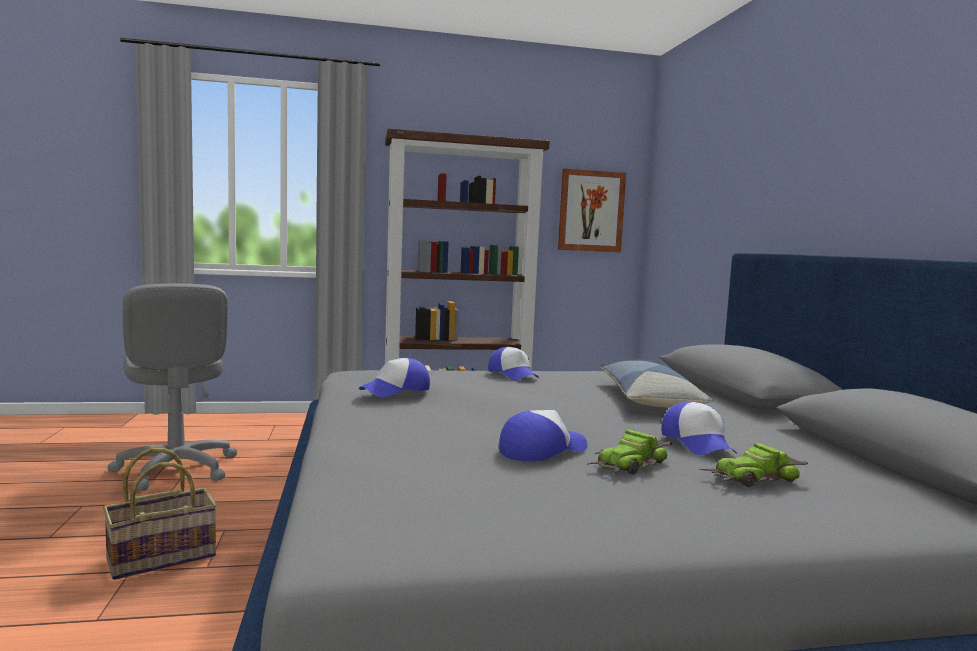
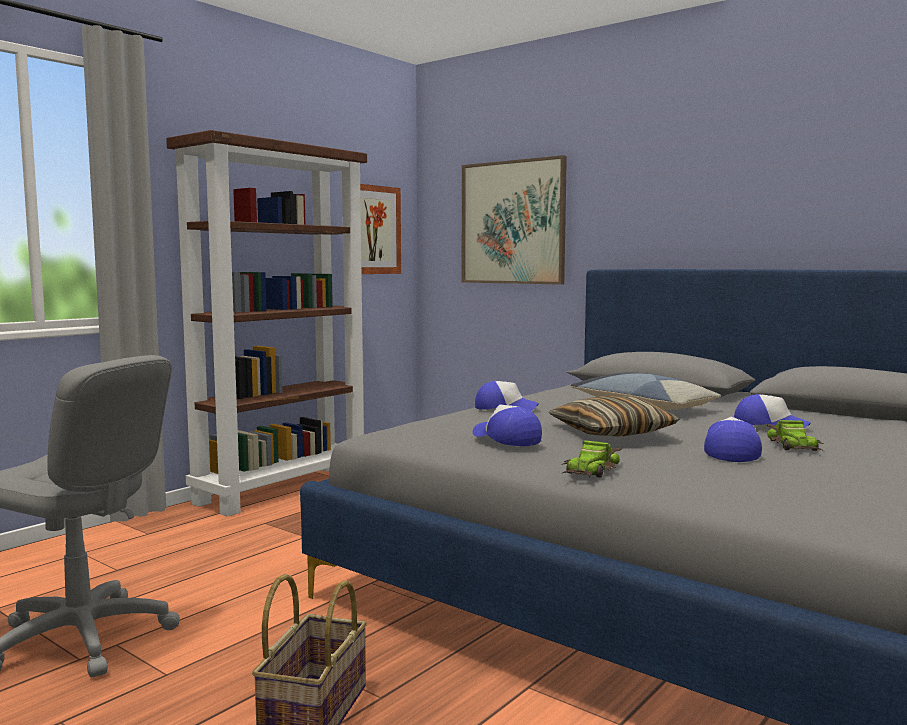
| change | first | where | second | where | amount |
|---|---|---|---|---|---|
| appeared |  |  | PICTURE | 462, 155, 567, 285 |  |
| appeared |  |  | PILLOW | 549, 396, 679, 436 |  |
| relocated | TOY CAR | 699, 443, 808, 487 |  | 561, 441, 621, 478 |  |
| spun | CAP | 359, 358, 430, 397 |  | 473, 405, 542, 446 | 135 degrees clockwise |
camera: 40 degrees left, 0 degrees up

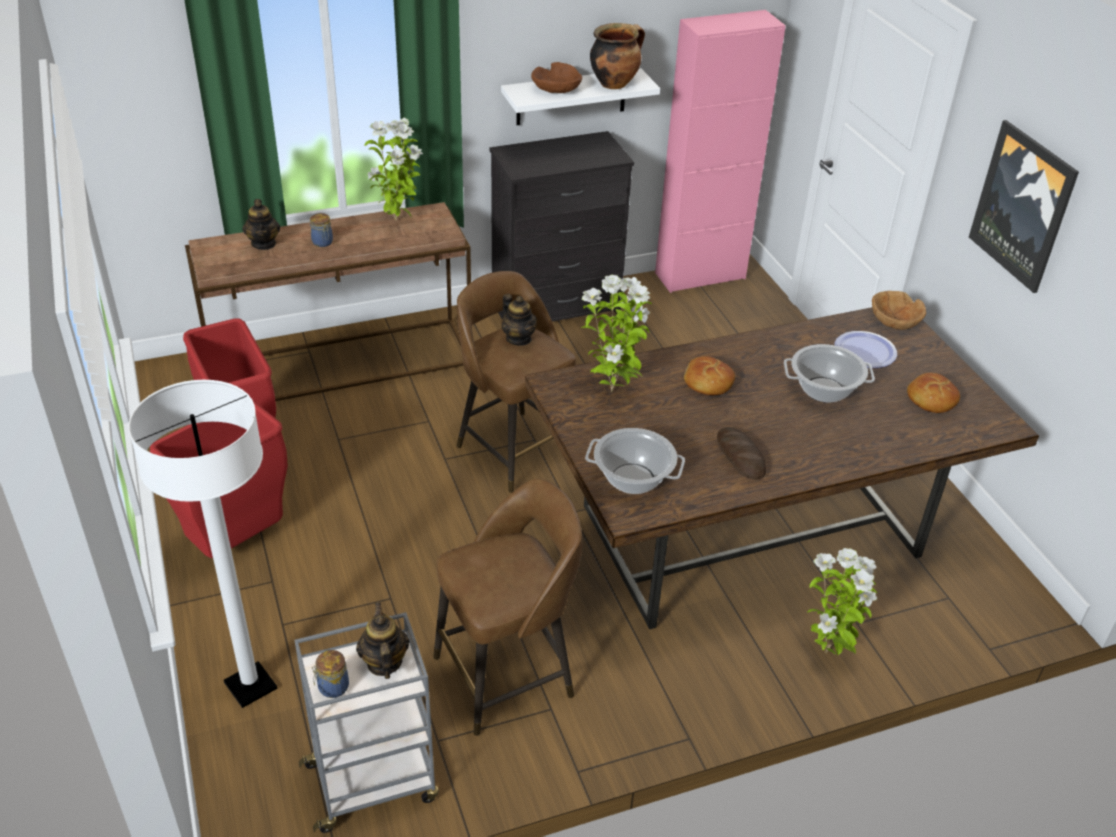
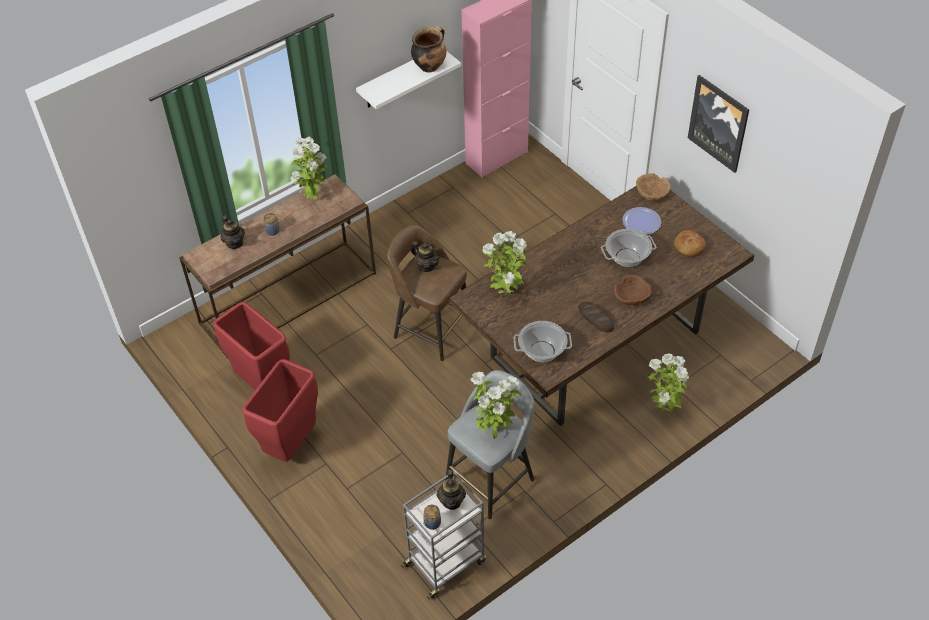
| change | first | where | second | where | amount |
|---|---|---|---|---|---|
| missing | WHITE FLOOR LAMP | 128, 380, 277, 708 |  |  |  |
| missing | BLACK DRESSER | 490, 131, 634, 322 |  |  |  |
| missing | BREAD | 684, 356, 735, 395 |  |  |  |
| appeared |  |  | POTTED PLANT | 470, 372, 521, 439 |  |
| relocated | BROWN BOWL | 531, 62, 582, 93 |  | 614, 275, 652, 305 |  |
| colour | BROWN STOOL | 433, 478, 582, 736 | GREY STOOL | 445, 370, 534, 519 |  |
| spun | TEAPOT | 356, 602, 410, 679 |  | 436, 469, 466, 510 | 150 degrees counterclockwise |
camera: 15 degrees left, 10 degrees up

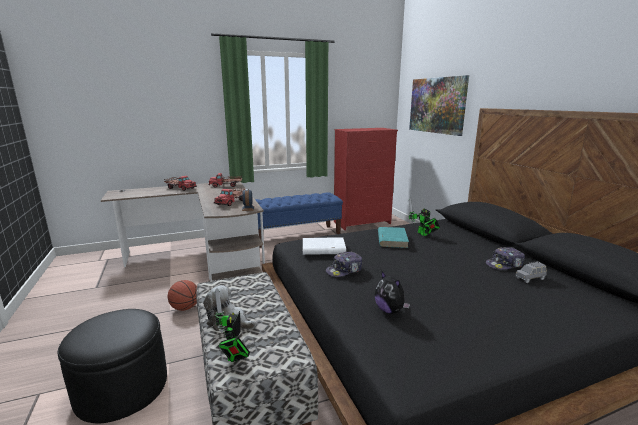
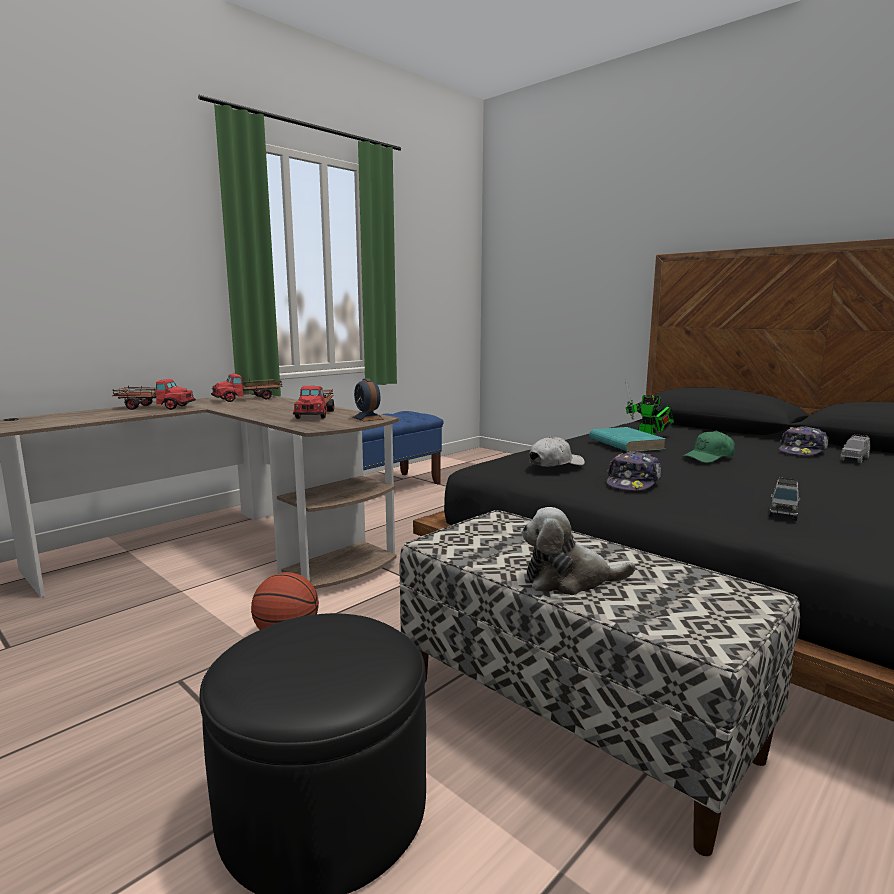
| change | first | where | second | where | amount |
|---|---|---|---|---|---|
| missing | TOY ROBOT | 214, 288, 250, 362 |  |  |  |
| missing | RED DRESSER | 334, 128, 398, 230 |  |  |  |
| missing | PICTURE | 409, 75, 469, 136 |  |  |  |
| appeared |  |  | GREEN CAP | 682, 431, 735, 463 |  |
| exchanged | WHITE BOOK | 303, 237, 346, 255 | WHITE CAP | 529, 437, 585, 467 |  |
| exchanged | PLUSH TOY | 374, 271, 410, 314 | GREY TOY CAR | 769, 477, 801, 521 |  |
camera: 25 degrees left, 5 degrees down

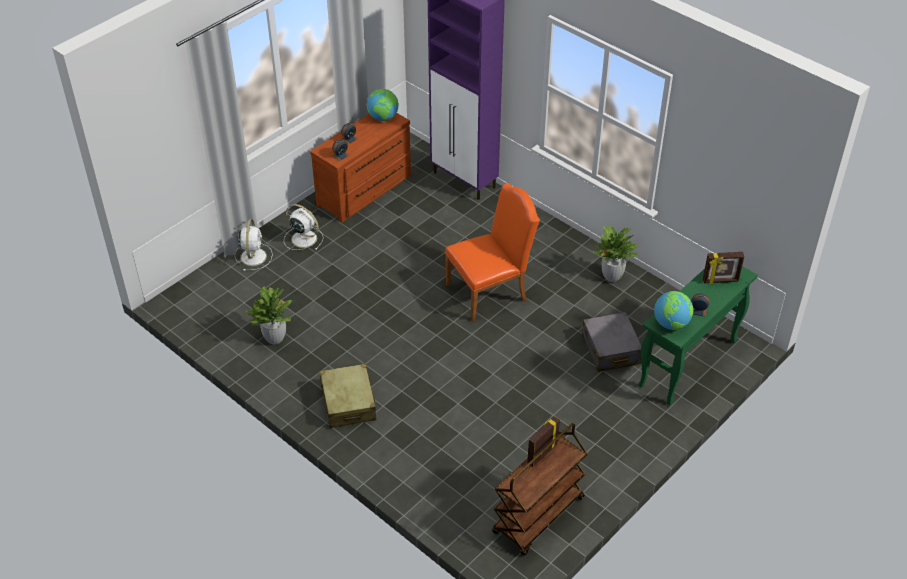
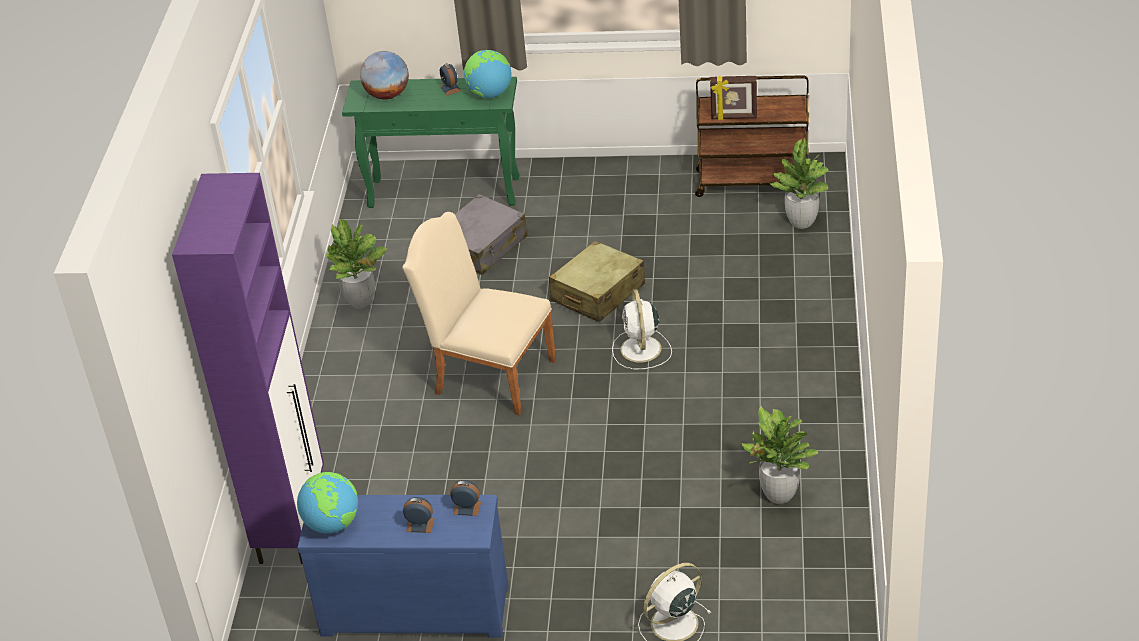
| change | first | where | second | where | amount |
|---|---|---|---|---|---|
| appeared |  |  | POTTED PLANT | 769, 137, 829, 229 |  |
| relocated | WHITE FAN | 284, 204, 324, 250 |  | 612, 289, 672, 370 |  |
| relocated | BEIGE SUITCASE | 320, 364, 376, 428 |  | 549, 241, 645, 322 |  |
| exchanged | PICTURE FRAME | 703, 252, 745, 284 | GLOBE | 360, 51, 409, 100 |  |
| colour | BROWN DRESSER | 310, 113, 411, 222 | BLUE DRESSER | 297, 495, 508, 638 |  |
| colour | ORANGE CHAIR | 445, 183, 540, 321 | BEIGE CHAIR | 402, 212, 556, 416 |  |
camera: 125 degrees left, 5 degrees down

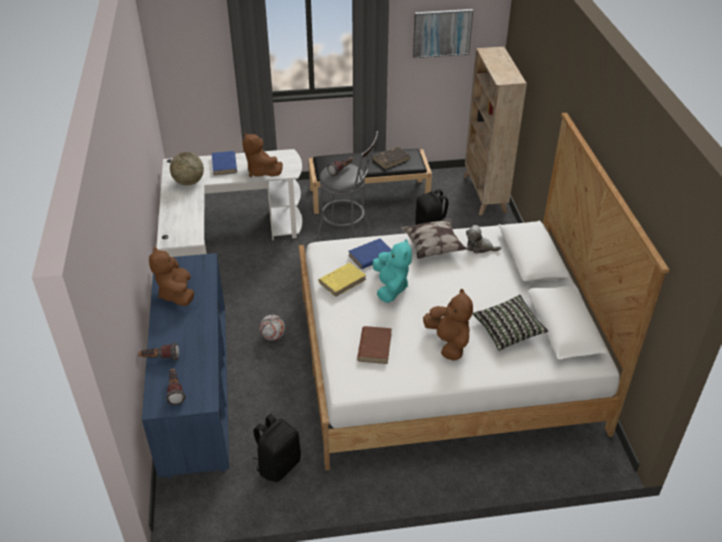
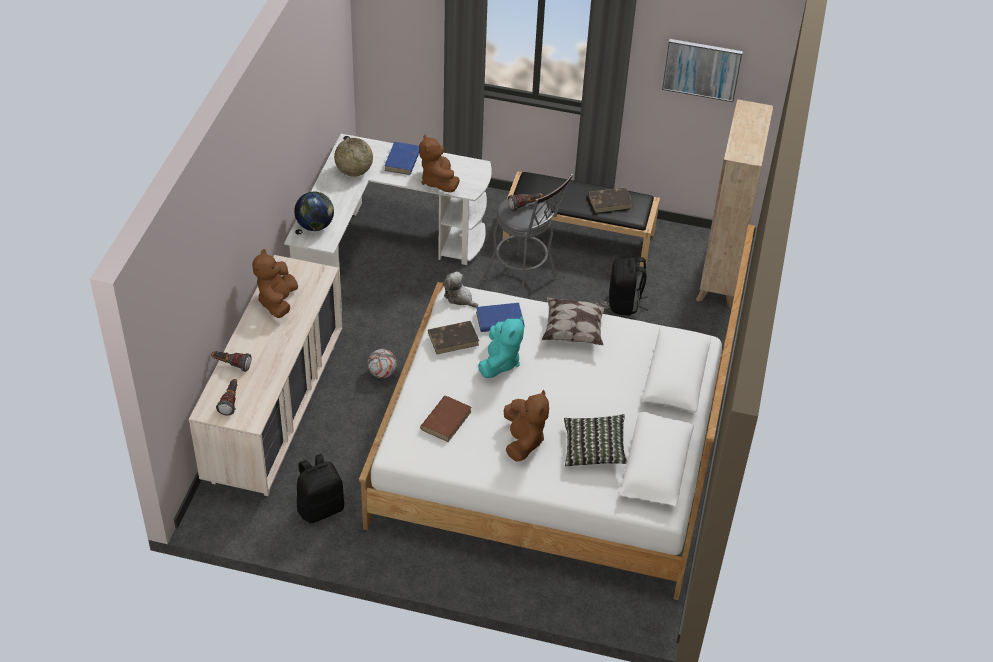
| change | first | where | second | where | amount |
|---|---|---|---|---|---|
| appeared |  |  | GLOBE | 294, 191, 334, 231 |  |
| relocated | PLUSH TOY | 466, 225, 501, 254 |  | 443, 272, 478, 308 |  |
| colour | BLUE DRESSER | 142, 253, 229, 478 | BEIGE DRESSER | 189, 255, 342, 496 |  |
| colour | YELLOW BOOK | 318, 263, 366, 297 | BROWN BOOK | 428, 321, 479, 354 |  |
camera: 20 degrees right, 5 degrees up

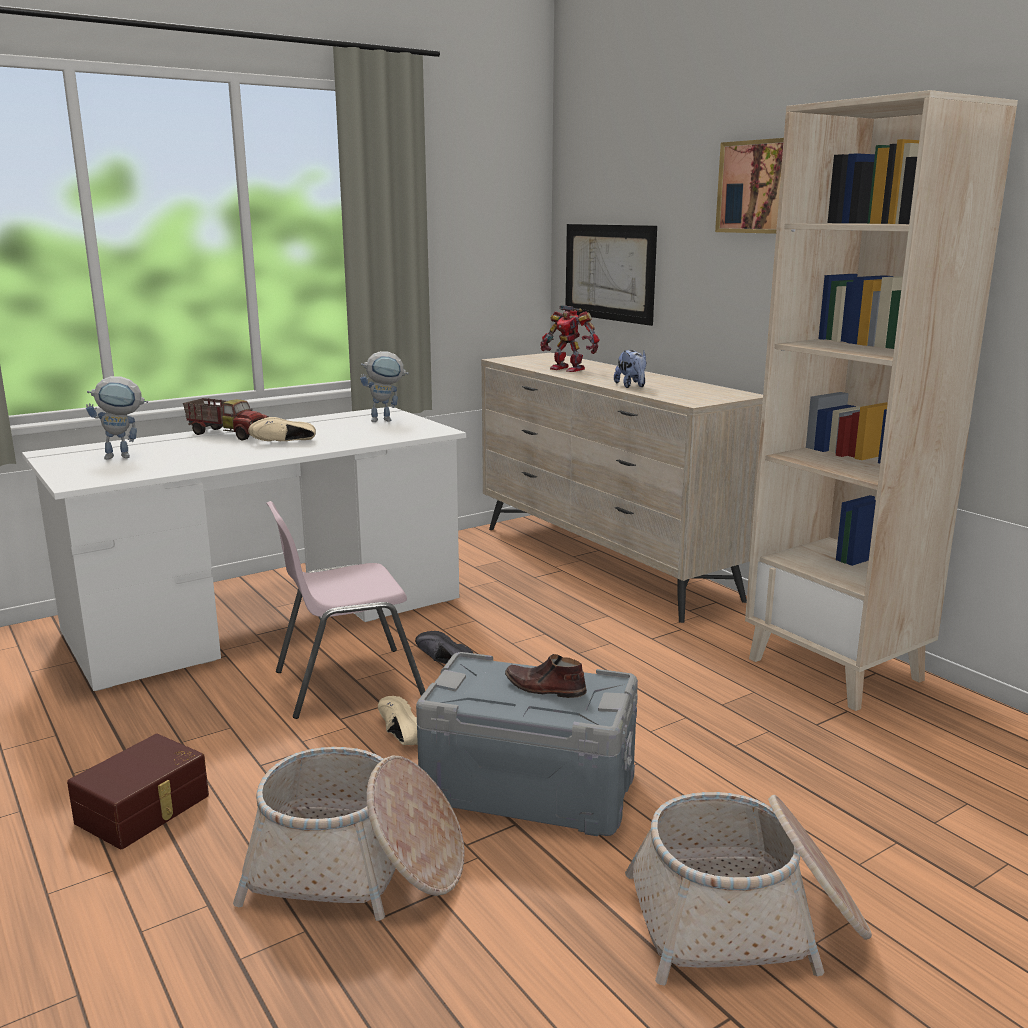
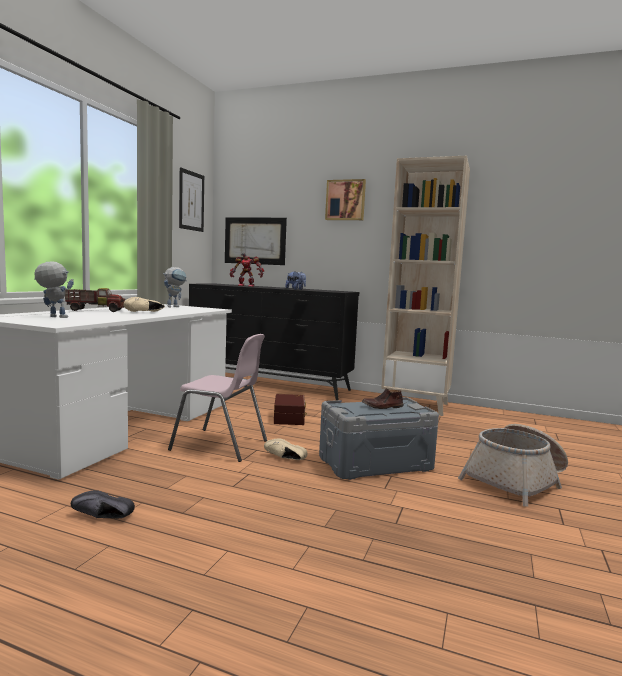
| change | first | where | second | where | amount |
|---|---|---|---|---|---|
| missing | BASKET | 233, 747, 464, 921 |  |  |  |
| appeared |  |  | PICTURE | 179, 167, 204, 232 |  |
| relocated | BROWN STORAGE BOX | 67, 734, 209, 849 |  | 274, 394, 307, 425 |  |
| relocated | BLACK SHOE | 415, 631, 473, 664 |  | 71, 490, 135, 519 |  |
| colour | BEIGE DRESSER | 481, 353, 763, 623 | BLACK DRESSER | 189, 284, 359, 400 |  |
| spun | TOY ROBOT | 86, 376, 148, 460 |  | 34, 262, 74, 318 | 120 degrees counterclockwise |
| spun | PINK CHAIR | 266, 501, 425, 719 |  | 168, 334, 267, 462 | 105 degrees counterclockwise |
camera: 35 degrees left, 10 degrees down

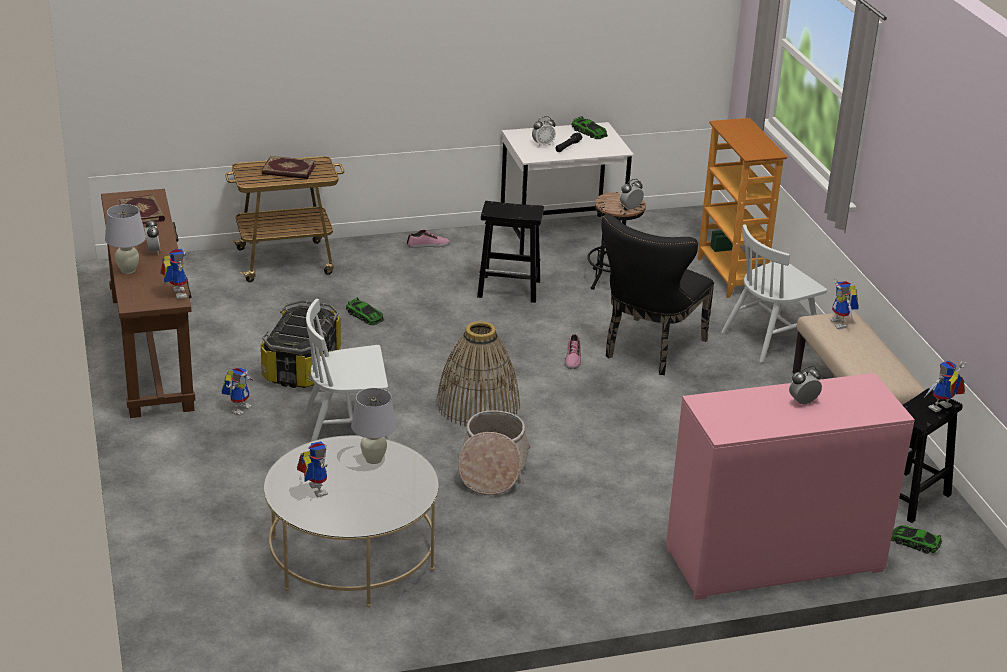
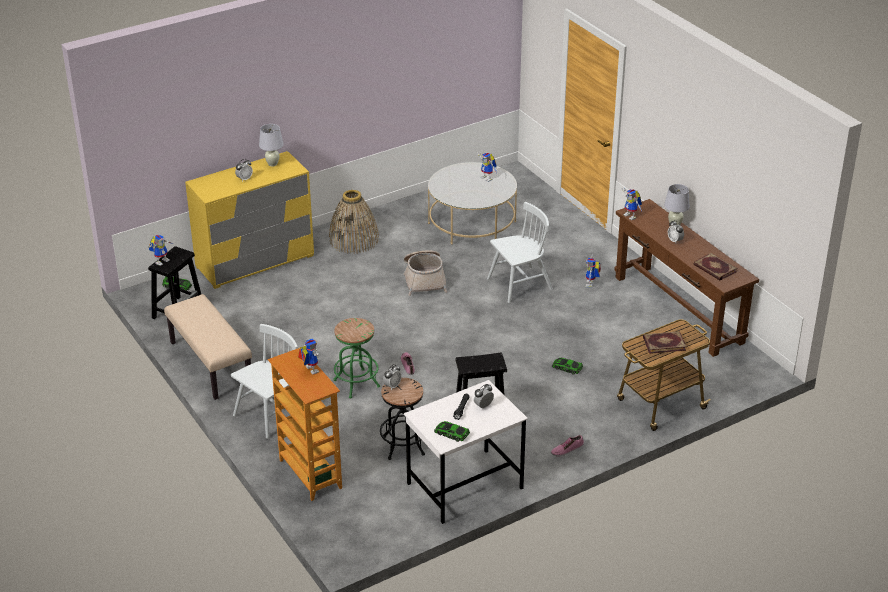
| change | first | where | second | where | amount |
|---|---|---|---|---|---|
| missing | STORAGE BOX | 261, 300, 341, 388 |  |  |  |
| relocated | WHITE TABLE LAMP | 351, 388, 396, 464 |  | 259, 124, 284, 167 |  |
| relocated | BASKET | 437, 321, 520, 427 |  | 329, 190, 379, 254 |  |
| relocated | TOY ROBOT | 829, 277, 859, 329 |  | 298, 338, 319, 375 |  |
| exchanged | BLACK CHAIR | 602, 214, 714, 375 | GREEN STOOL | 333, 318, 380, 398 |  |
| colour | PINK DRESSER | 666, 373, 915, 600 | YELLOW DRESSER | 185, 151, 314, 289 |  |
camera: 165 degrees right, 5 degrees up

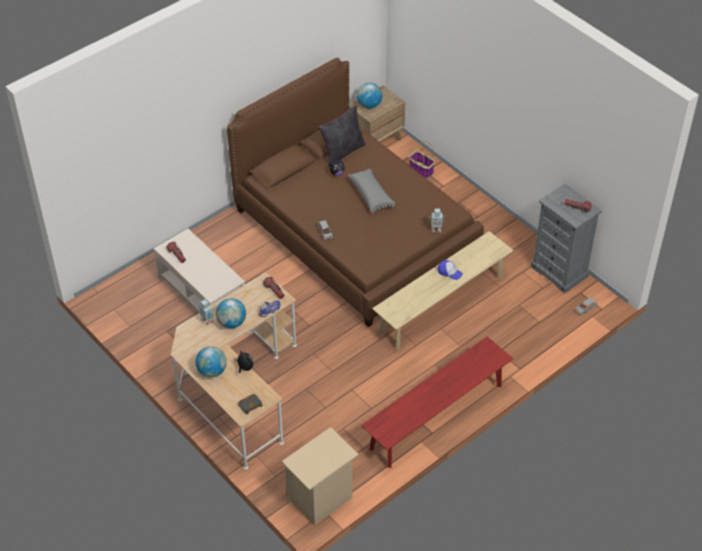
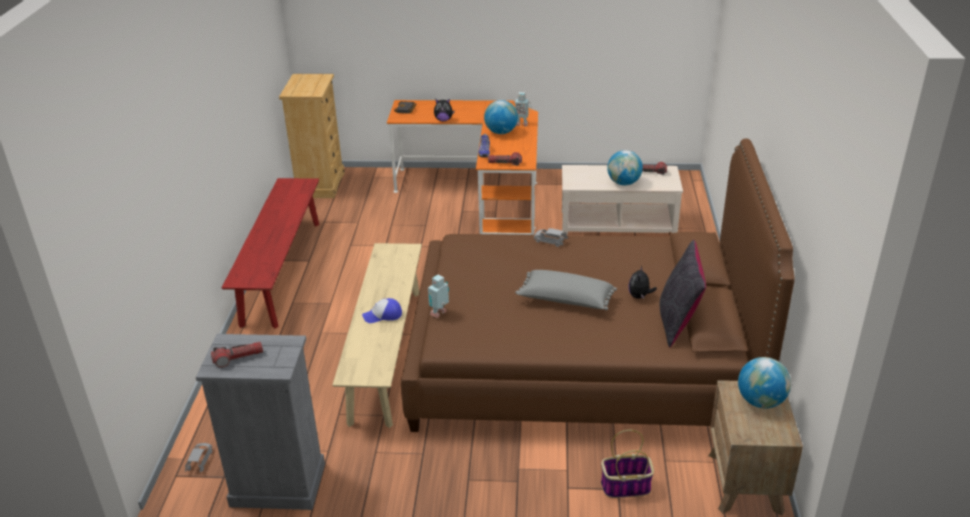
| change | first | where | second | where | amount |
|---|---|---|---|---|---|
| relocated | GLOBE | 196, 346, 227, 377 |  | 607, 150, 643, 185 |  |
| exchanged | BEIGE NIGHTSTAND | 282, 427, 359, 525 | BEIGE DRESSER | 279, 74, 345, 198 |  |
| colour | BEIGE DESK | 171, 272, 297, 470 | ORANGE DESK | 387, 100, 538, 235 |  |
camera: 135 degrees right, 15 degrees down

